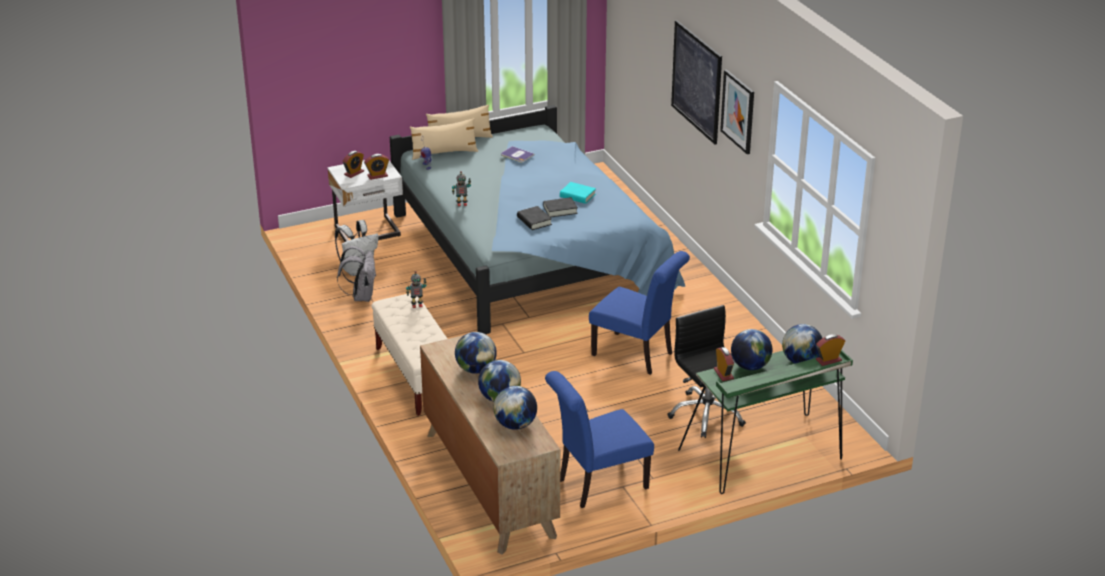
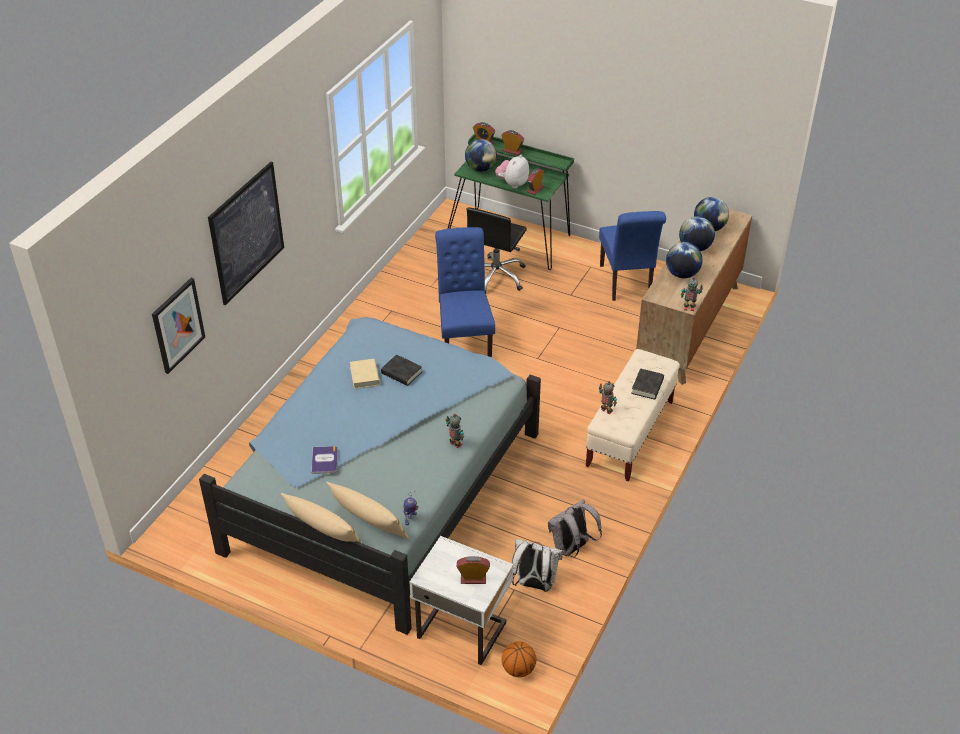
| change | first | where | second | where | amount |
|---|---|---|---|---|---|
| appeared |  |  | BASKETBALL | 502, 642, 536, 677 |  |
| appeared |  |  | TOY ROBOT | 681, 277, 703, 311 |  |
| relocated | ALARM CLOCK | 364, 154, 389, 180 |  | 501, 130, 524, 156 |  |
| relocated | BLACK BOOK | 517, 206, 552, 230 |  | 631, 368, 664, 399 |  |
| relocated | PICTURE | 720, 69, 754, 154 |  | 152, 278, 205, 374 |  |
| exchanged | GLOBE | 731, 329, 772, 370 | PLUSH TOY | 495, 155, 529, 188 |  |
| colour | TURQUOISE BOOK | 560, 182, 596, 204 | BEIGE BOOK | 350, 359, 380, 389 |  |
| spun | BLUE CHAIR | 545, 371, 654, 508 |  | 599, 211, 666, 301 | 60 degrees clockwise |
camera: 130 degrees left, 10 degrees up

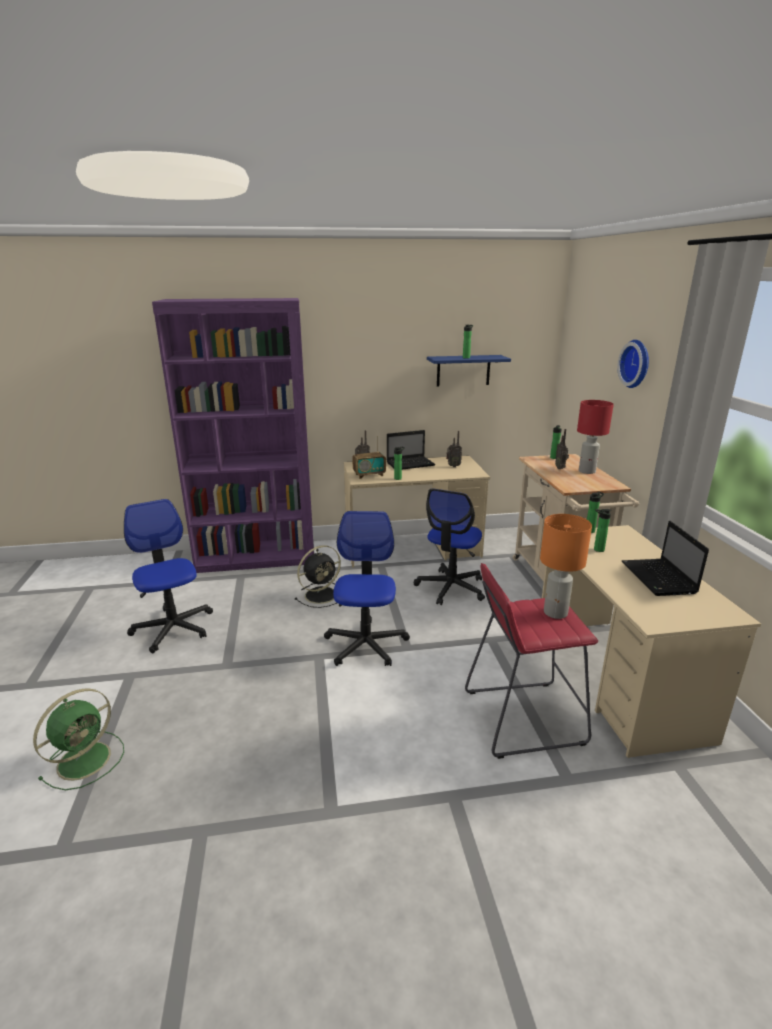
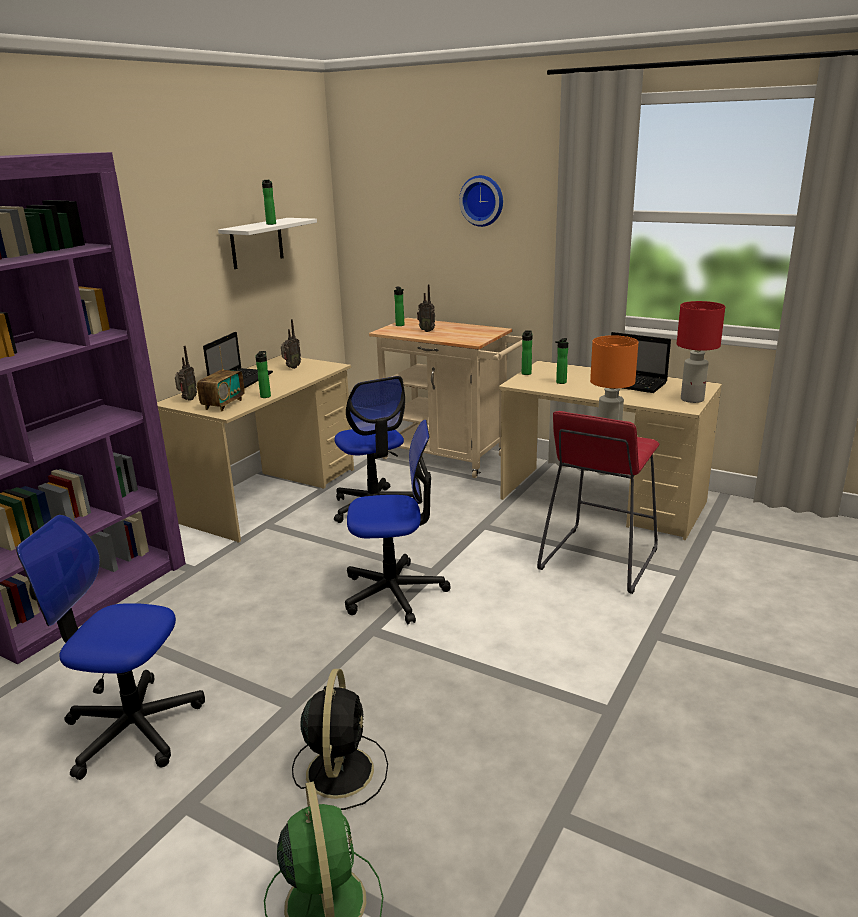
| change | first | where | second | where | amount |
|---|---|---|---|---|---|
| relocated | BLACK FAN | 295, 545, 341, 608 |  | 292, 669, 388, 810 |  |
| relocated | RED TABLE LAMP | 577, 400, 614, 474 |  | 677, 301, 725, 403 |  |
| colour | BLUE SHELF | 427, 355, 511, 387 | WHITE SHELF | 218, 218, 317, 269 |  |
| spun | OFFICE CHAIR | 324, 511, 410, 666 |  | 345, 420, 451, 624 | 135 degrees clockwise |
camera: 50 degrees left, 0 degrees up

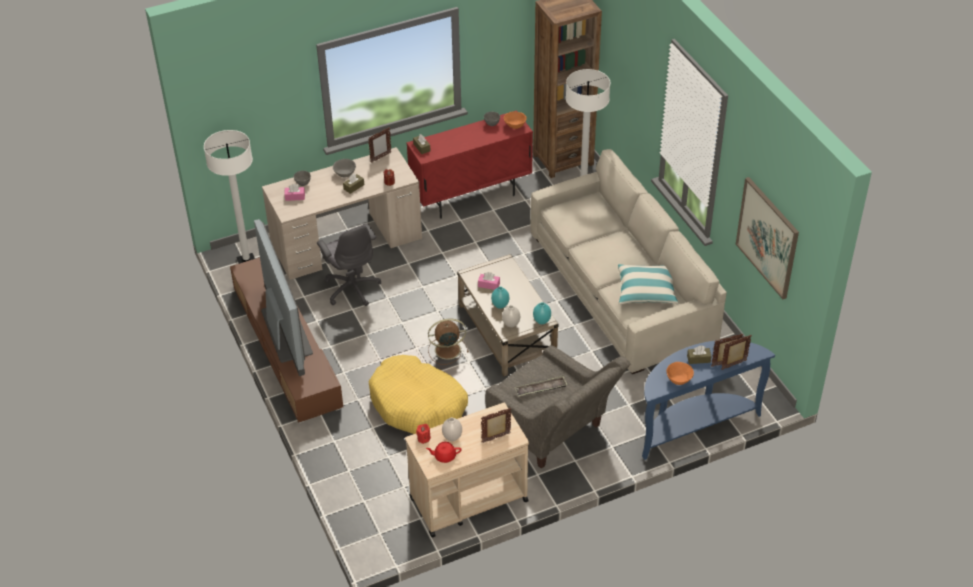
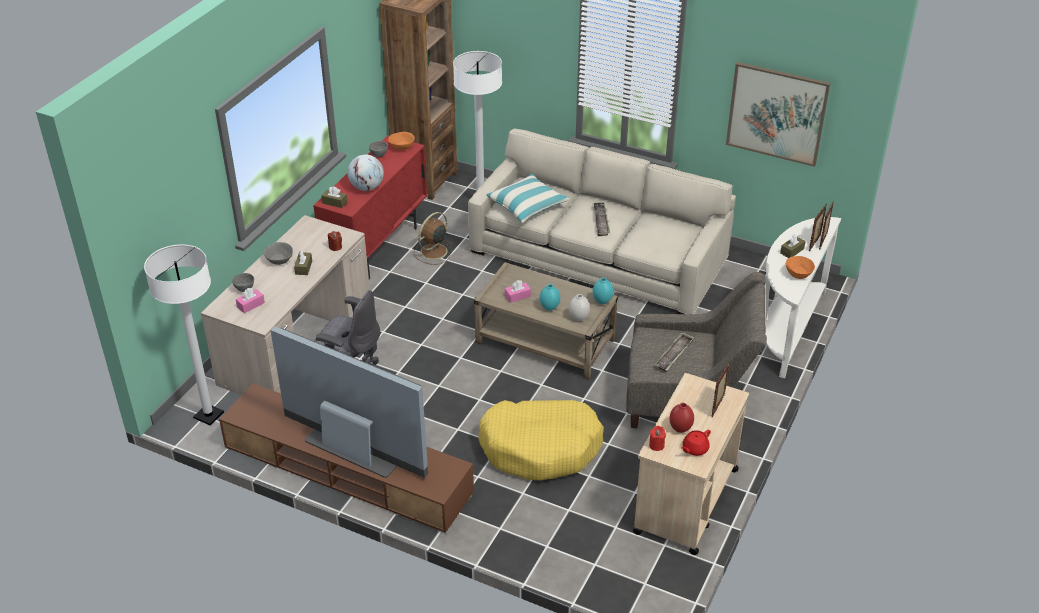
| change | first | where | second | where | amount |
|---|---|---|---|---|---|
| missing | PICTURE FRAME | 368, 127, 392, 163 |  |  |  |
| appeared |  |  | GLOBE | 347, 154, 384, 191 |  |
| appeared |  |  | TRAY | 592, 202, 610, 236 |  |
| relocated | BROWN FAN | 428, 319, 469, 365 |  | 414, 212, 454, 265 |  |
| relocated | PILLOW | 618, 264, 678, 305 |  | 486, 173, 570, 223 |  |
| colour | WHITE VASE | 442, 417, 462, 441 | RED VASE | 669, 403, 694, 433 |  |
| colour | BLUE CONSOLE TABLE | 642, 340, 775, 460 | WHITE CONSOLE TABLE | 764, 217, 841, 378 |  |
camera: 40 degrees left, 5 degrees down

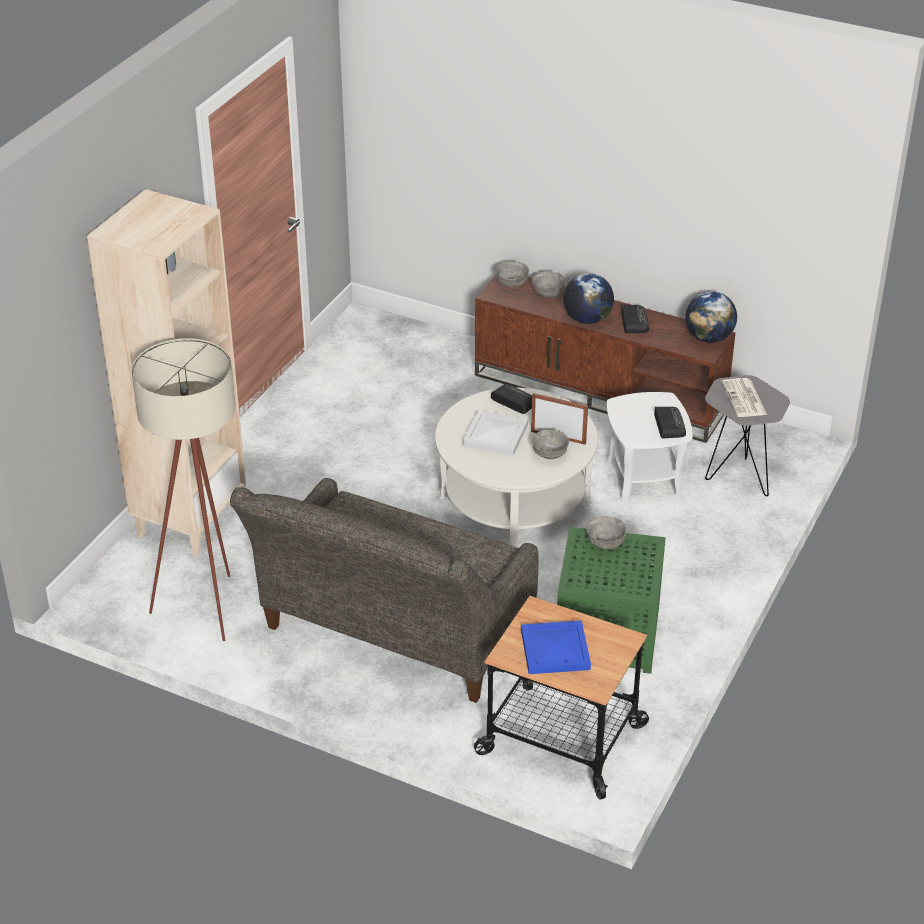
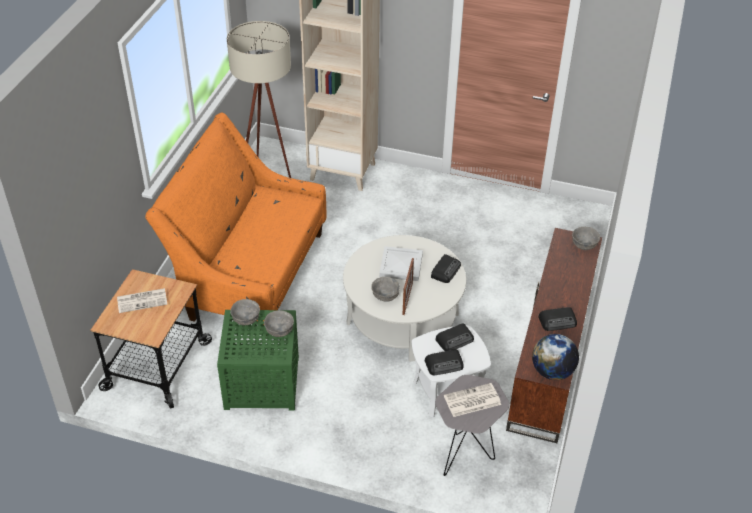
| change | first | where | second | where | amount |
|---|---|---|---|---|---|
| missing | GLOBE | 563, 273, 614, 324 |  |  |  |
| appeared |  |  | RADIO | 435, 323, 474, 351 |  |
| relocated | GREY BOWL | 532, 271, 566, 298 |  | 230, 299, 260, 325 |  |
| exchanged | BLUE TRAY | 521, 620, 591, 674 | NEWSPAPER | 117, 288, 168, 313 |  |
| colour | GREY SOFA | 230, 478, 539, 703 | ORANGE SOFA | 145, 112, 327, 336 |  |
camera: 80 degrees right, 5 degrees up

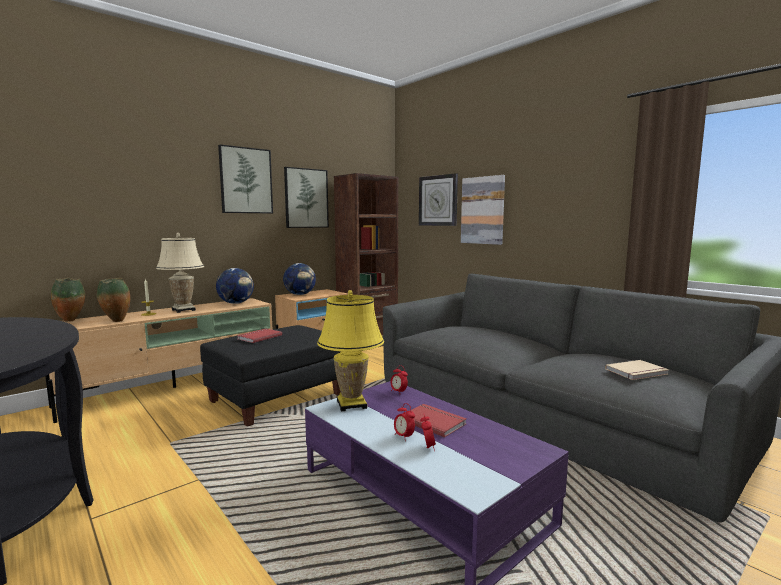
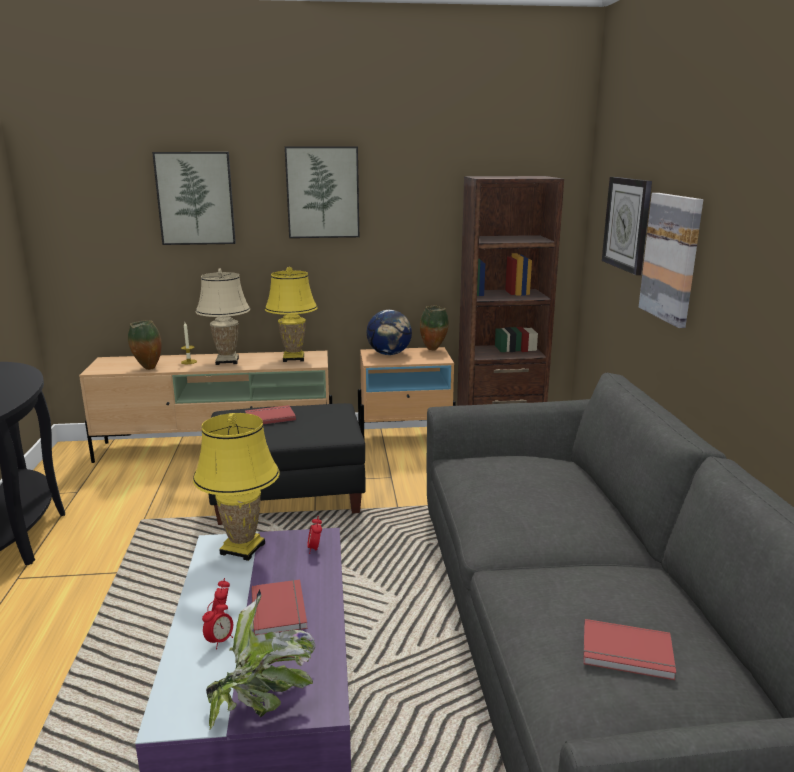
| change | first | where | second | where | amount |
|---|---|---|---|---|---|
| appeared |  |  | POTTED PLANT | 206, 589, 315, 731 |  |
| relocated | VASE | 51, 278, 85, 321 |  | 420, 305, 449, 351 |  |
| relocated | PICTURE | 284, 167, 329, 228 |  | 152, 152, 236, 245 |  |
| exchanged | GLOBE | 216, 268, 254, 304 | YELLOW TABLE LAMP | 265, 267, 318, 362 |  |
| colour | BEIGE BOOK | 605, 360, 669, 380 | RED BOOK | 583, 619, 676, 680 |  |
camera: 35 degrees right, 10 degrees up

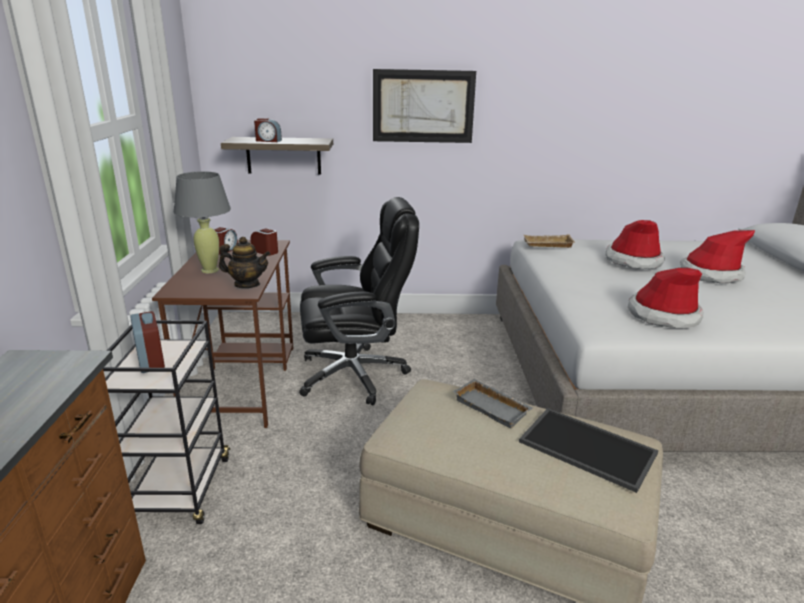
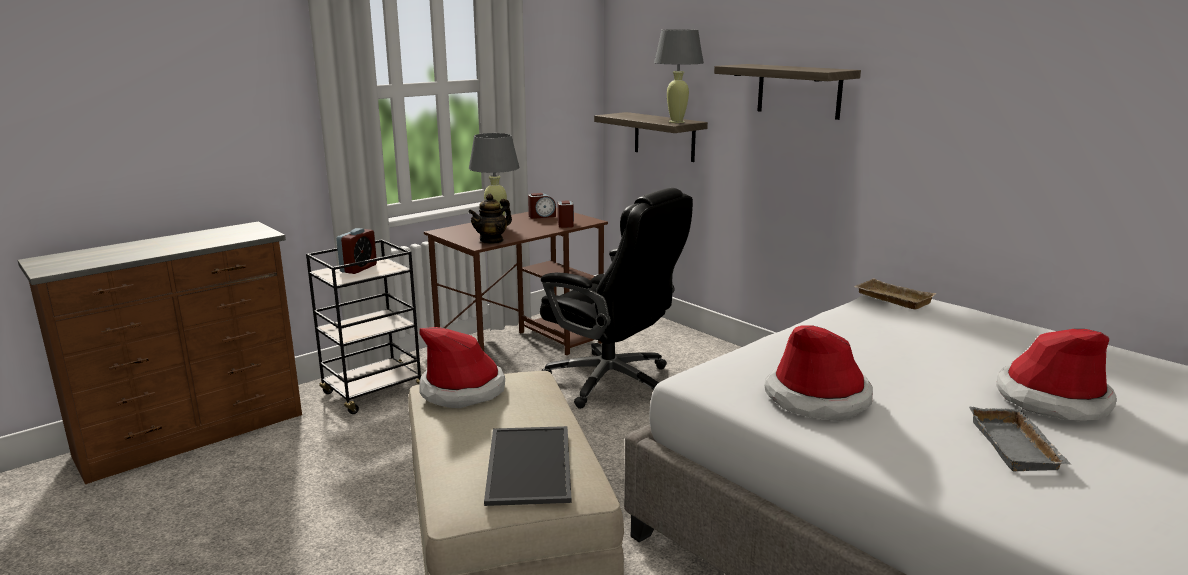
| change | first | where | second | where | amount |
|---|---|---|---|---|---|
| missing | ALARM CLOCK | 254, 118, 282, 142 |  |  |  |
| appeared |  |  | GREY TABLE LAMP | 654, 29, 704, 123 |  |
| relocated | GREY TRAY | 453, 379, 533, 428 |  | 969, 407, 1071, 472 |  |
| relocated | HAT | 605, 220, 665, 269 |  | 419, 327, 505, 408 |  |
| exchanged | PICTURE | 373, 69, 476, 143 | SHELF | 714, 64, 861, 120 |  |
| spun | TEAPOT | 219, 237, 270, 288 |  | 469, 193, 512, 244 | 75 degrees clockwise |
camera: 50 degrees right, 5 degrees down

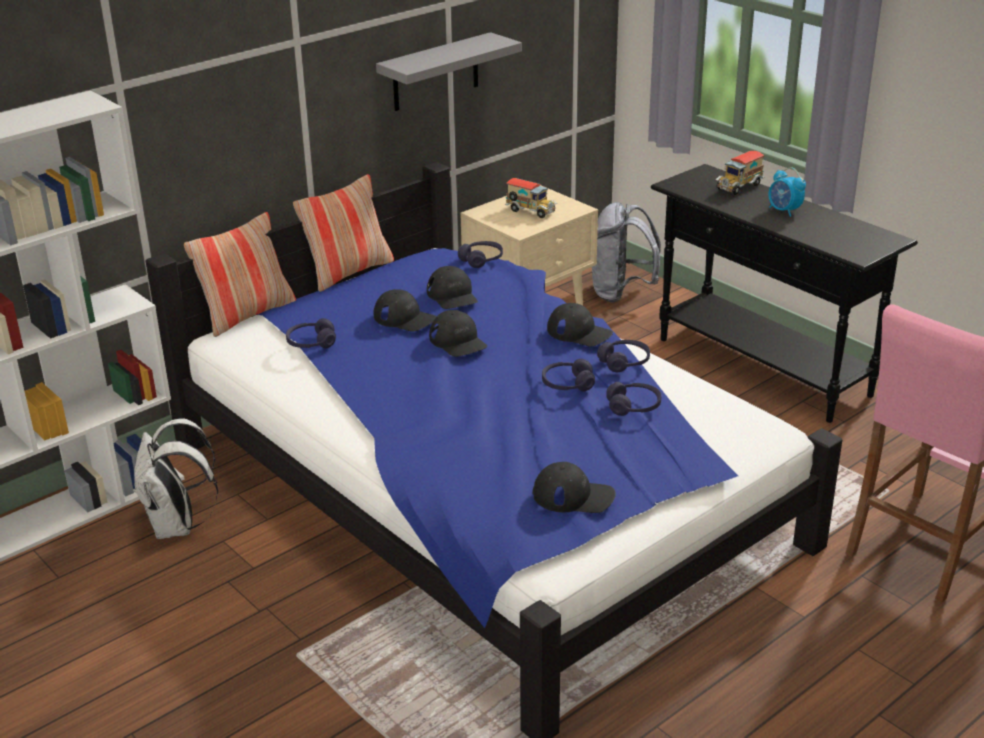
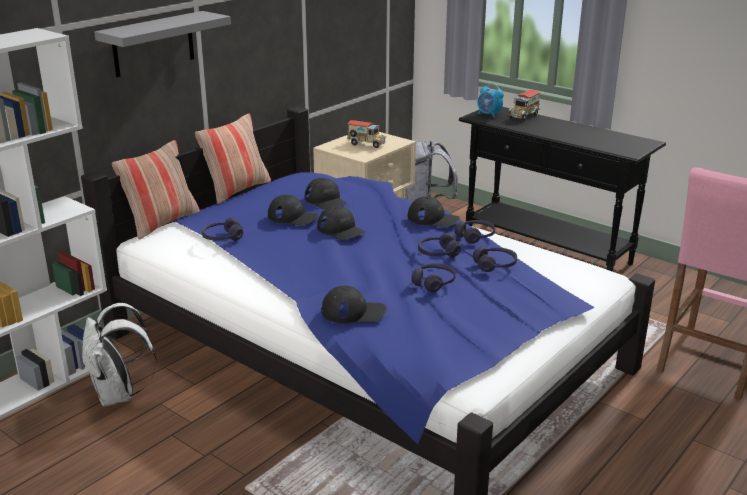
| change | first | where | second | where | amount |
|---|---|---|---|---|---|
| relocated | GREY SHELF | 376, 32, 522, 111 |  | 94, 11, 231, 77 |  |
| relocated | PURPLE HEADPHONES | 458, 241, 503, 268 |  | 412, 263, 456, 292 |  |
| relocated | BLACK CAP | 533, 462, 616, 513 |  | 321, 286, 387, 324 |  |
| relocated | ALARM CLOCK | 769, 167, 806, 217 |  | 478, 83, 504, 118 |  |
camera: 10 degrees left, 5 degrees down

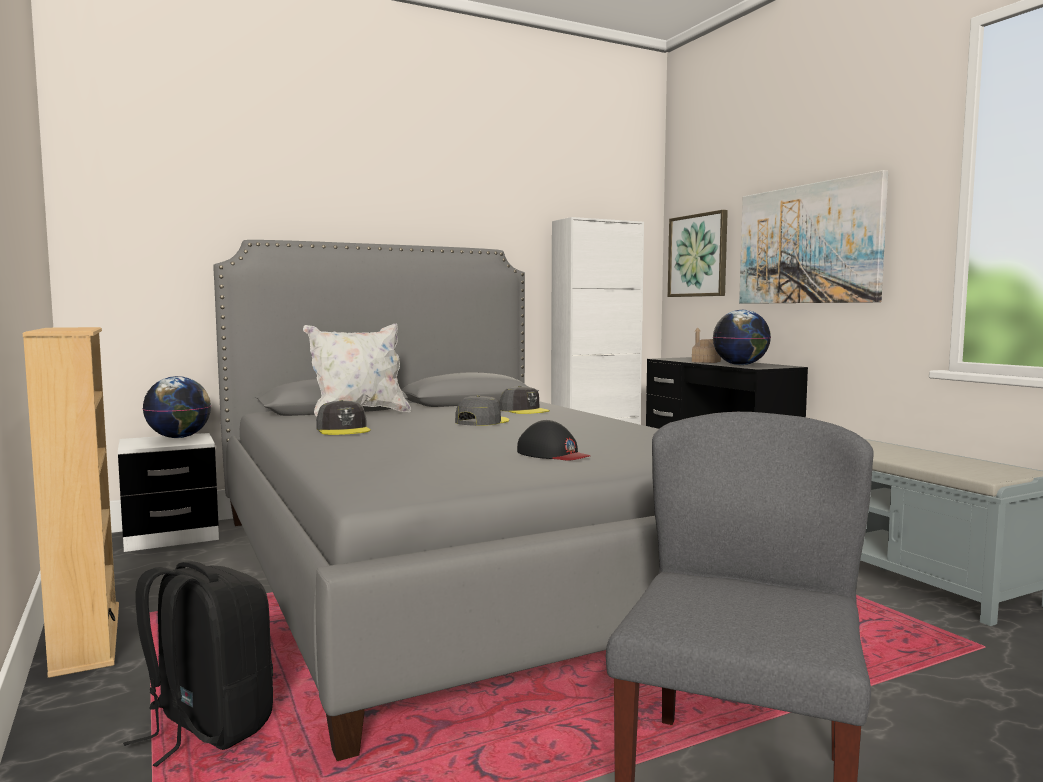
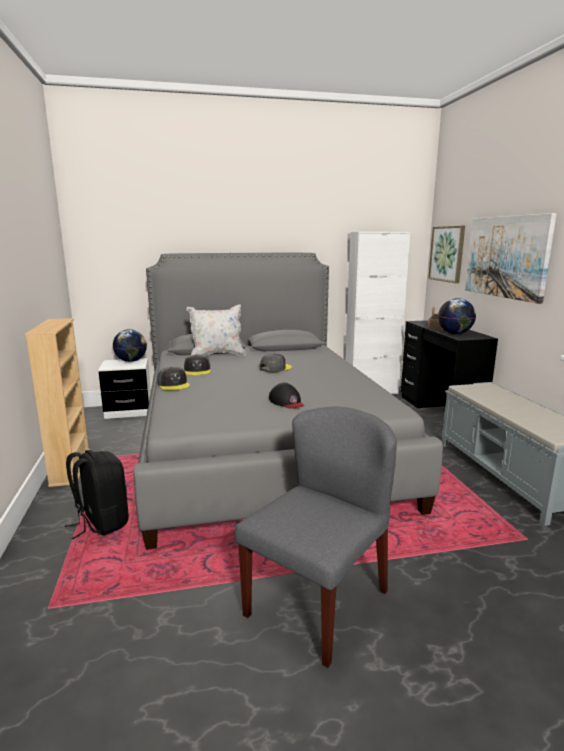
| change | first | where | second | where | amount |
|---|---|---|---|---|---|
| relocated | GREY CAP | 499, 386, 550, 414 |  | 157, 367, 190, 390 |  |
camera: 15 degrees right, 10 degrees up

